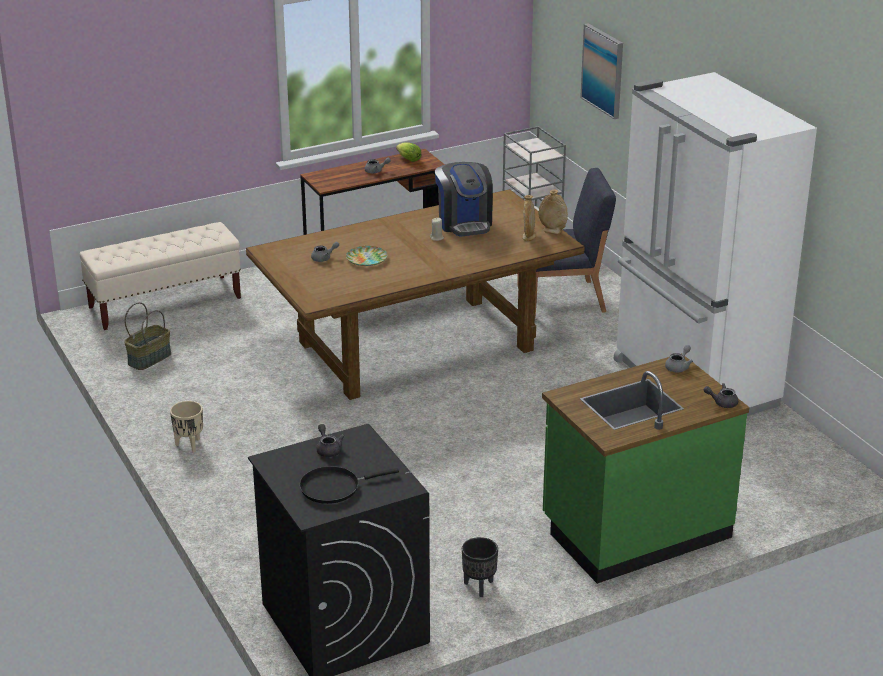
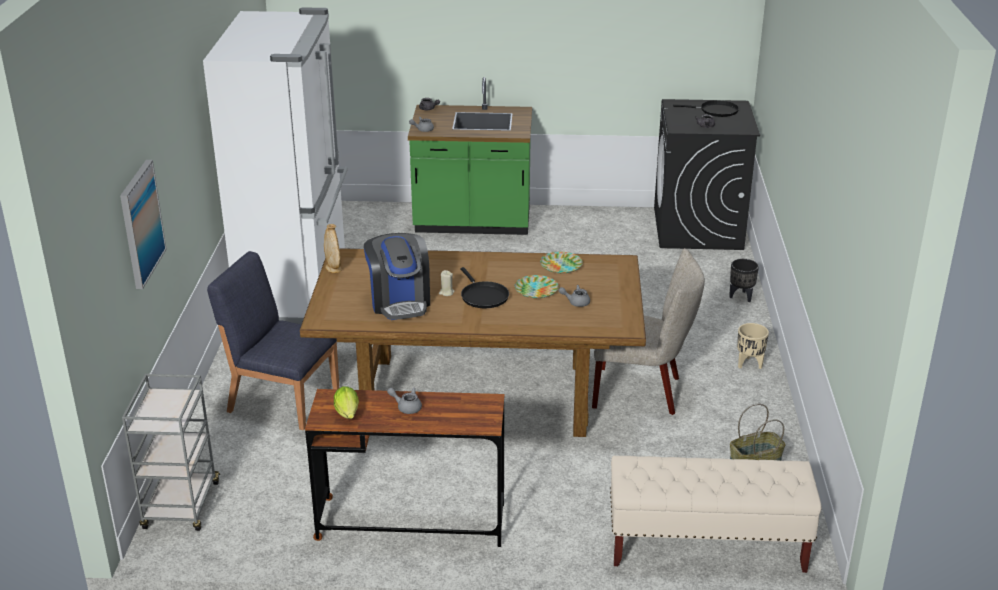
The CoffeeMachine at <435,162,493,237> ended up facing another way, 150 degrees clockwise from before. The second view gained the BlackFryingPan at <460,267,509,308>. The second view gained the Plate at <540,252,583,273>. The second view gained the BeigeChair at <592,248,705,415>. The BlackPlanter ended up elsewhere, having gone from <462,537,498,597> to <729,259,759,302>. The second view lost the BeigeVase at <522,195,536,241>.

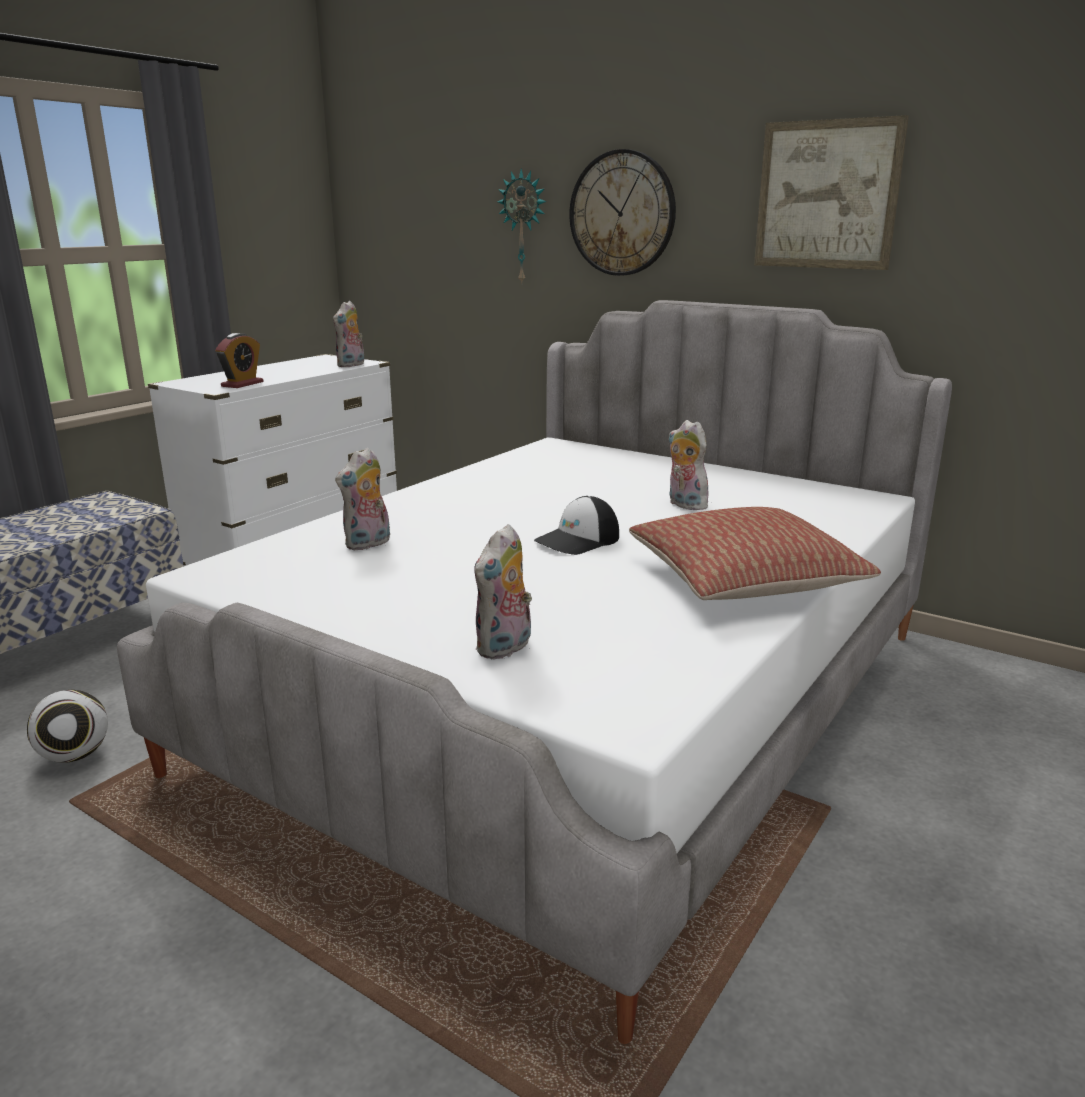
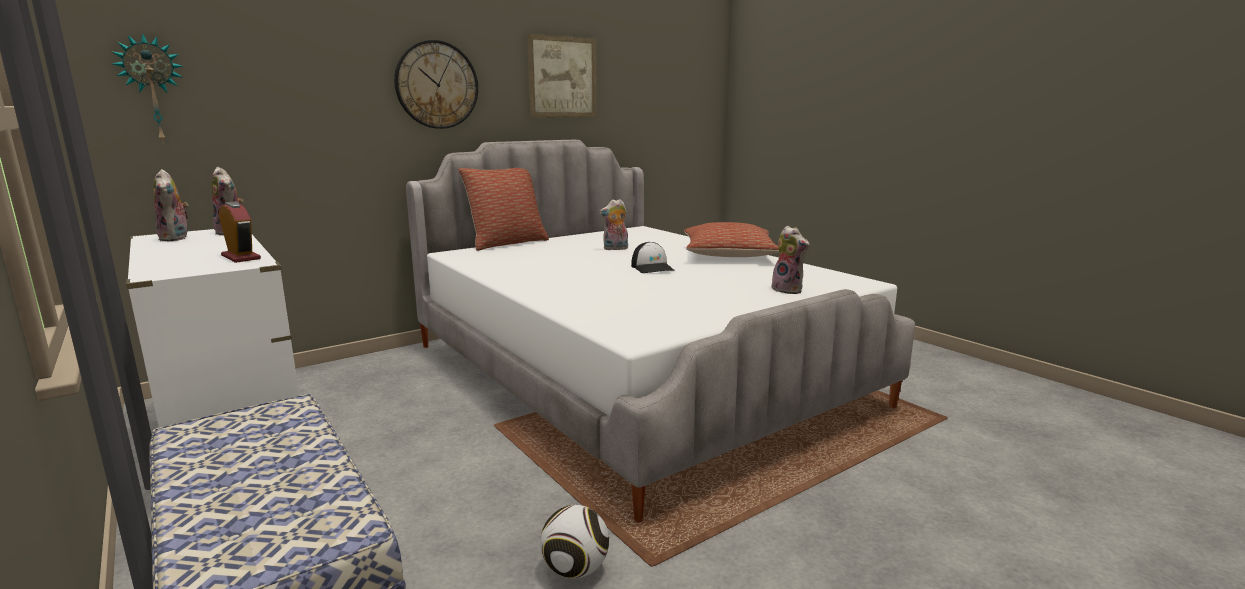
The WallClock ended up elsewhere, having gone from <497,168,547,285> to <111,33,183,144>. The PlushToy ended up elsewhere, having gone from <335,447,390,551> to <153,169,189,241>. The second view gained the Pillow at <458,168,549,251>.

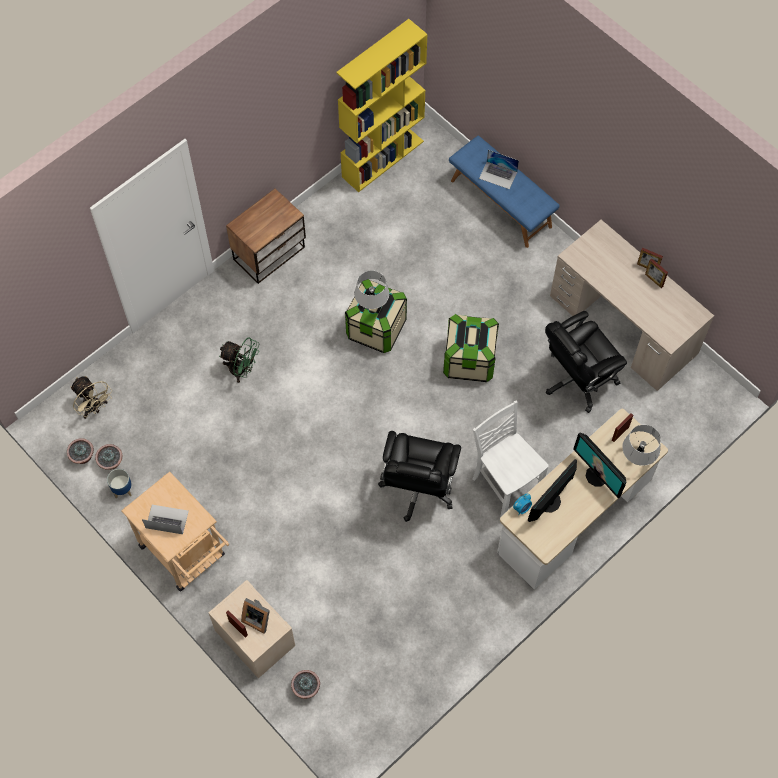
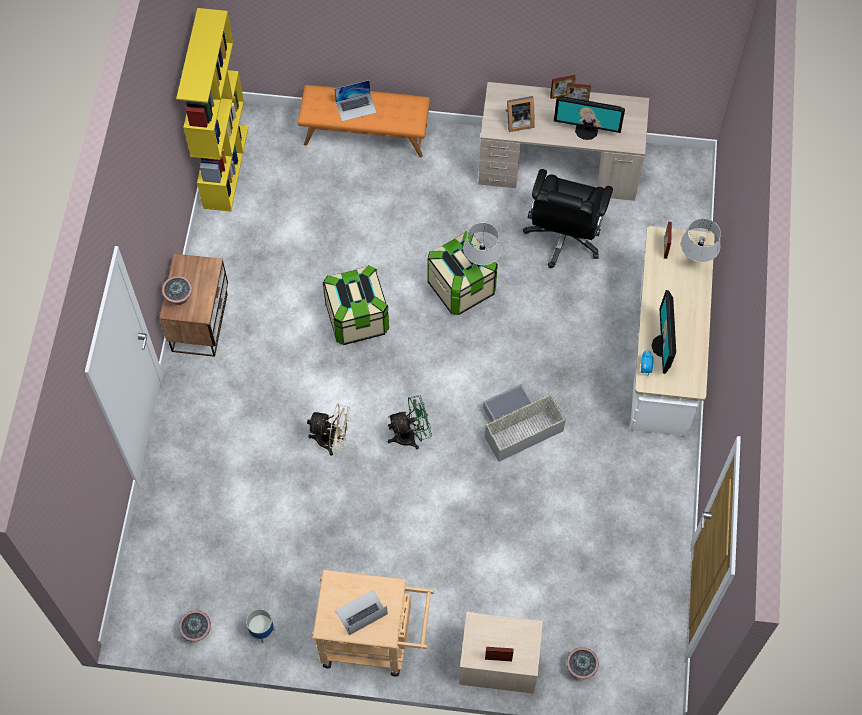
The PottedPlant ended up elsewhere, having gone from <95,444,122,470> to <162,276,192,305>. What was the BlueBench at <449,136,560,248> turned into the OrangeBench at <298,85,430,158>. The BeigeFan ended up elsewhere, having gone from <70,376,112,419> to <307,403,350,455>. The GreenFan ended up elsewhere, having gone from <219,337,259,383> to <388,395,432,449>. The GreyTableLamp ended up elsewhere, having gone from <354,270,389,309> to <463,222,502,265>. Where the BlackOfficeChair stood at <378,431,461,522>, the GreyStorageBox came to stand at <483,384,566,462>. The PictureFrame ended up elsewhere, having gone from <241,598,270,634> to <505,96,535,132>. The Monitor ended up elsewhere, having gone from <573,432,627,499> to <554,97,625,140>. The second view lost the WhiteChair at <472,401,549,517>.

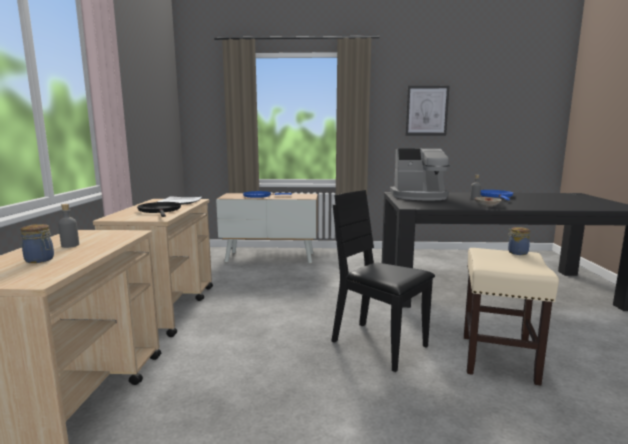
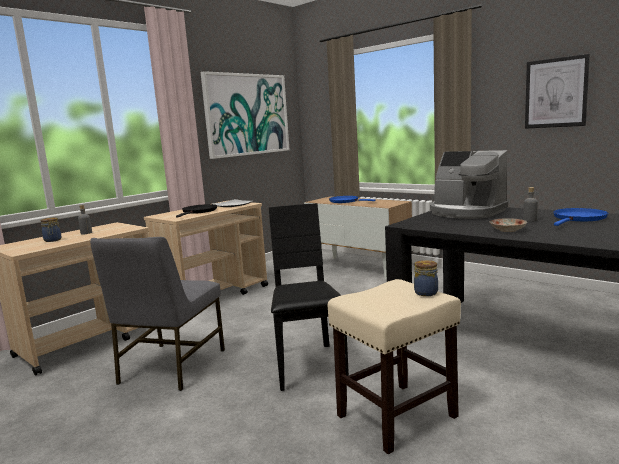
The second view gained the GreyChair at <90,237,225,391>. The second view gained the Picture at <201,71,290,159>.

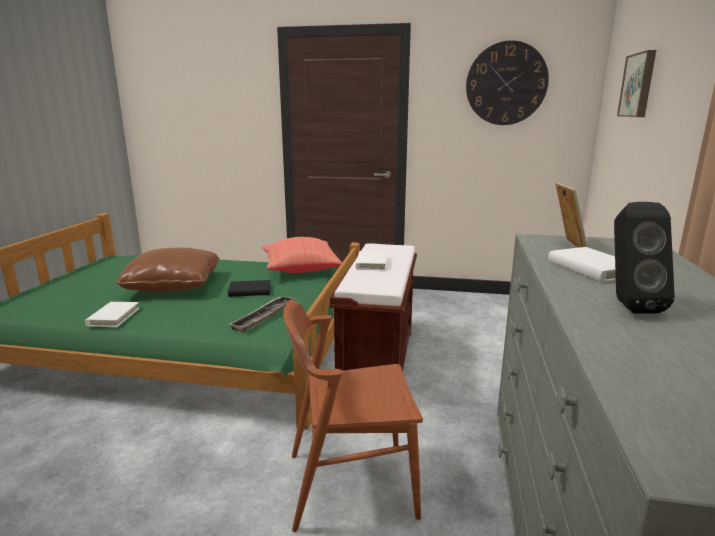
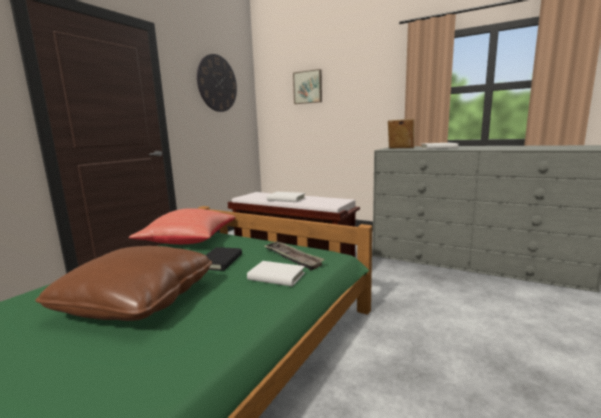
The WhiteBook ended up elsewhere, having gone from <85,302,140,327> to <247,261,305,287>. The second view lost the BrownChair at <283,300,423,532>. The second view lost the BlackSpeaker at <614,202,675,314>.

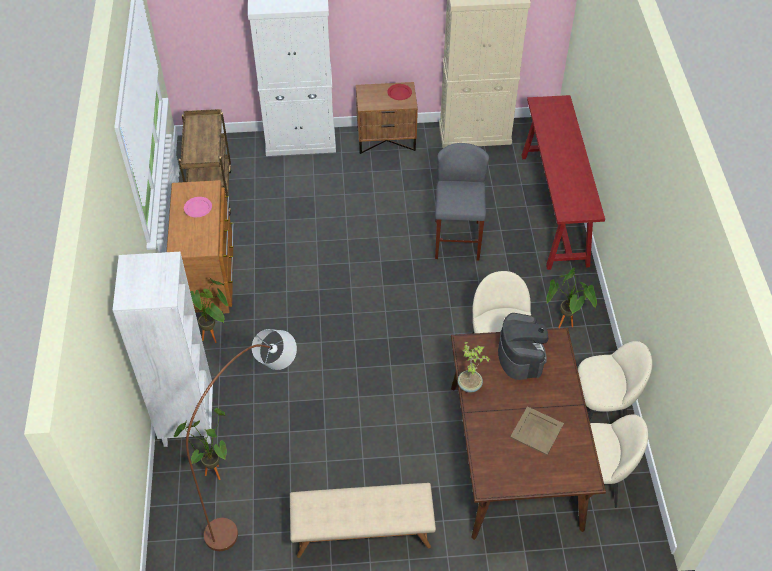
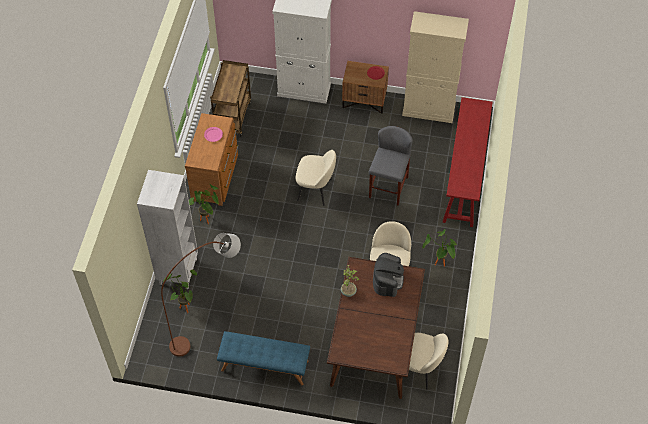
What was the BeigeBench at <290,483,436,558> turned into the BlueBench at <217,331,310,385>. The BeigeChair ended up elsewhere, having gone from <578,341,653,421> to <296,150,336,206>. The second view lost the BeigeTray at <510,406,564,455>.

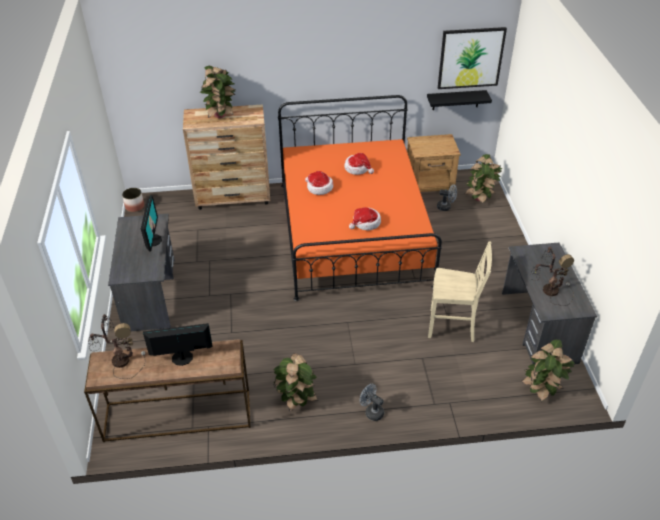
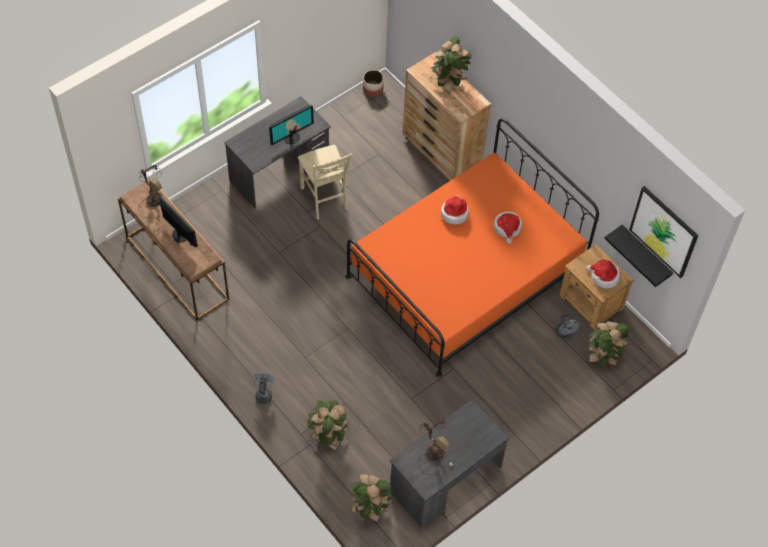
The BeigeChair ended up elsewhere, having gone from <428,241,492,342> to <298,145,352,219>. The PottedPlant ended up elsewhere, having gone from <273,353,319,412> to <307,400,349,451>. The Hat ended up elsewhere, having gone from <349,207,381,230> to <586,259,621,288>.

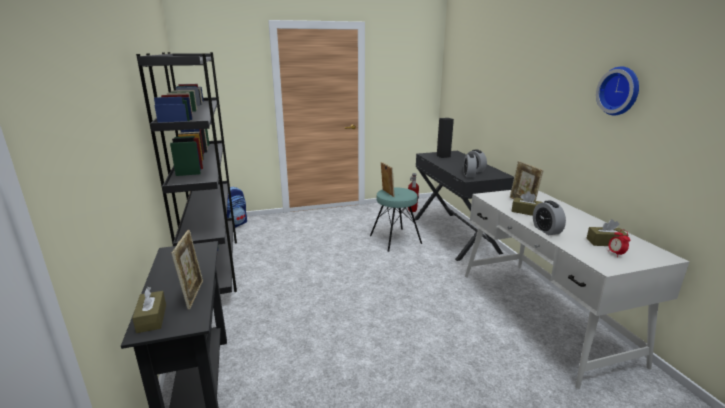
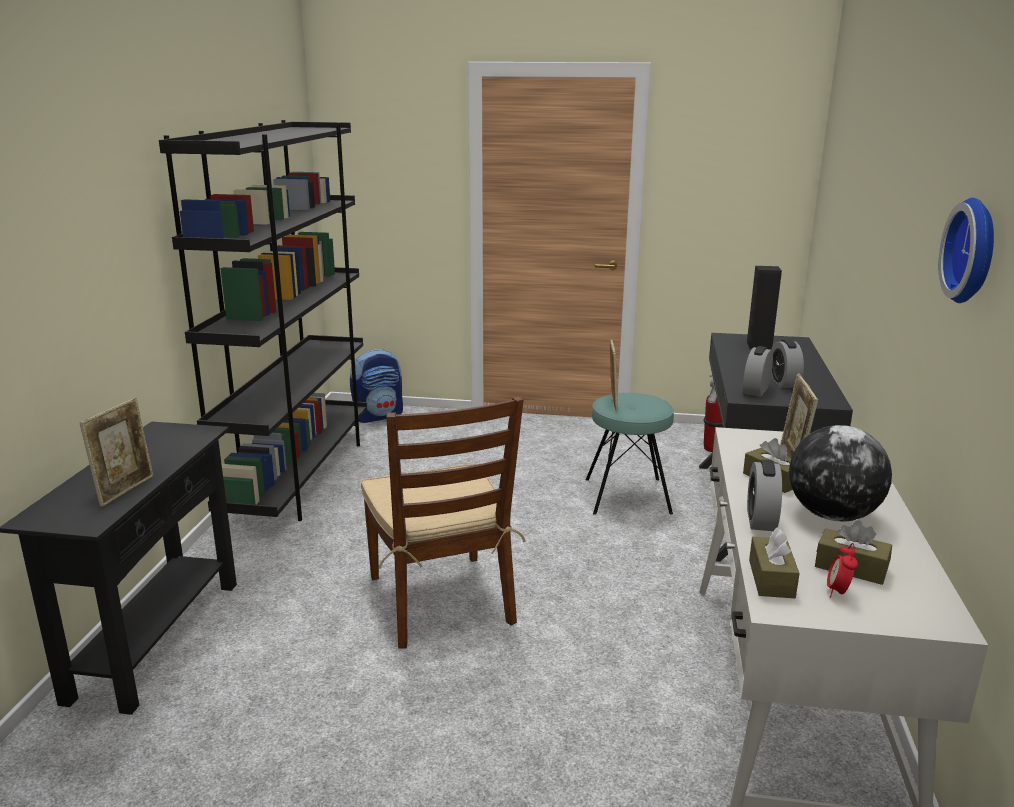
The second view gained the BrownChair at <361,396,526,648>. The BrownTissueBox ended up elsewhere, having gone from <132,287,166,333> to <749,527,800,598>. The second view gained the Globe at <789,425,892,521>.

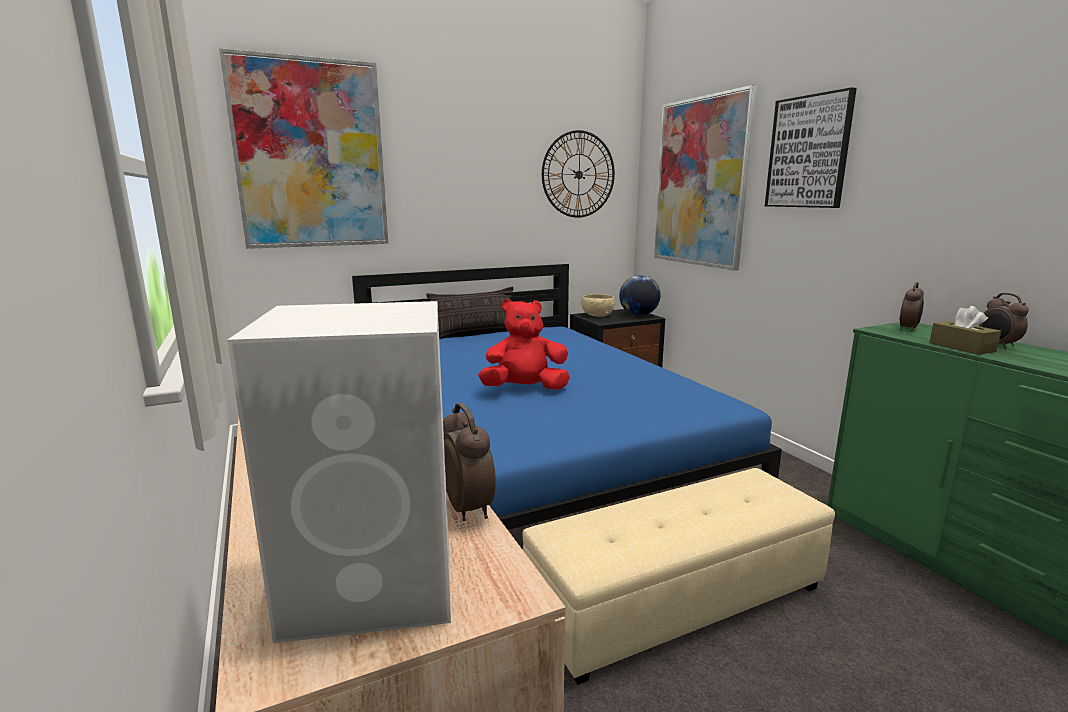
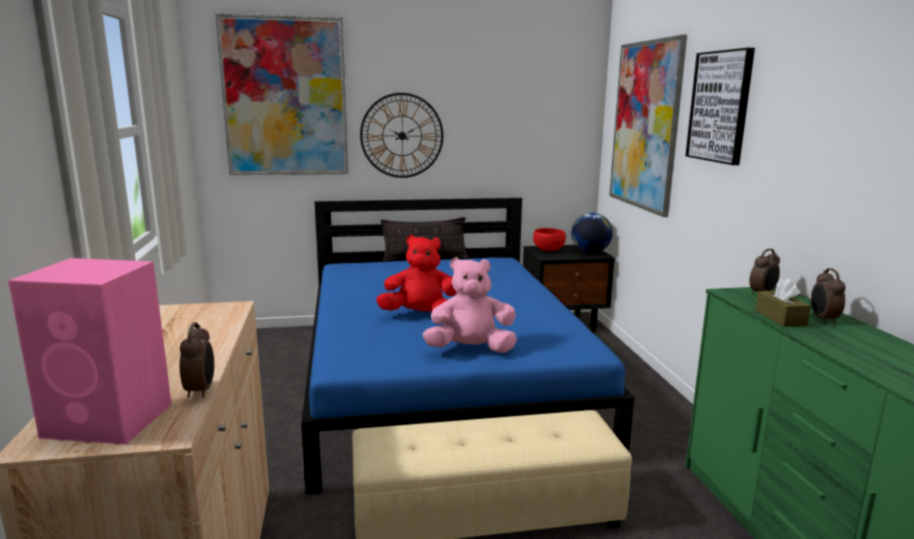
What was the WhiteSpeaker at <227,301,451,643> turned into the PinkSpeaker at <8,258,172,445>. The WallClock ended up elsewhere, having gone from <542,130,615,218> to <360,93,443,178>. The second view gained the PinkPlushToy at <423,257,517,353>. What was the BeigeBowl at <582,294,615,317> turned into the RedBowl at <533,228,566,251>.

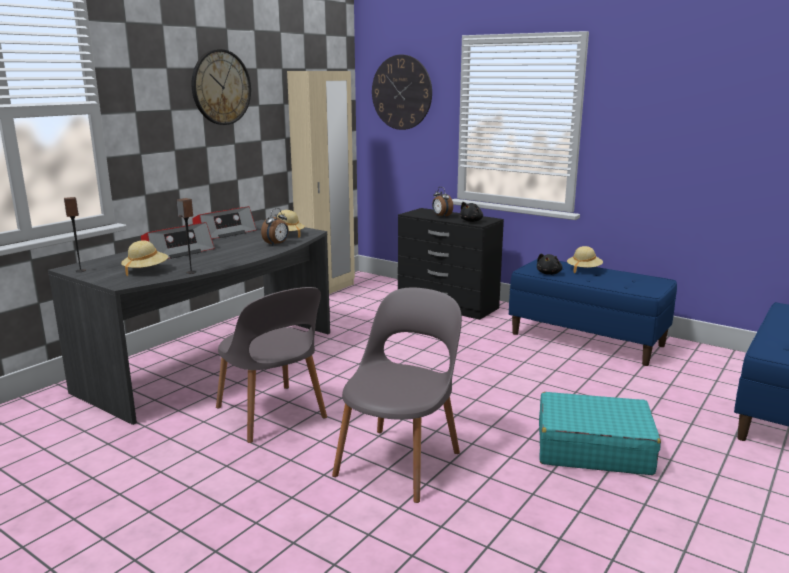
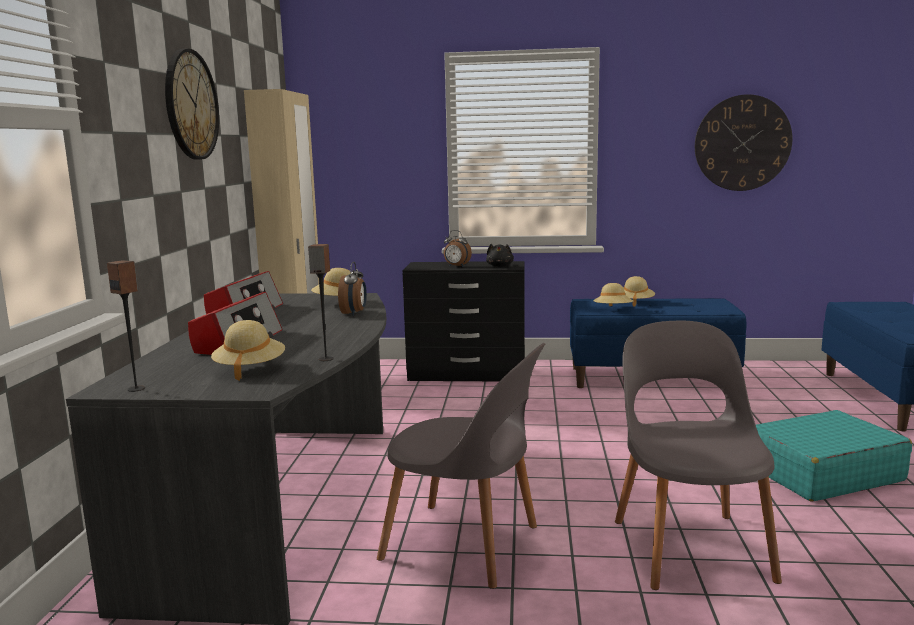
Where the BlackPlushToy stood at <537,253,562,275>, the BeigeHat came to stand at <593,283,633,306>. The WallClock ended up elsewhere, having gone from <372,55,432,130> to <695,94,793,191>.

